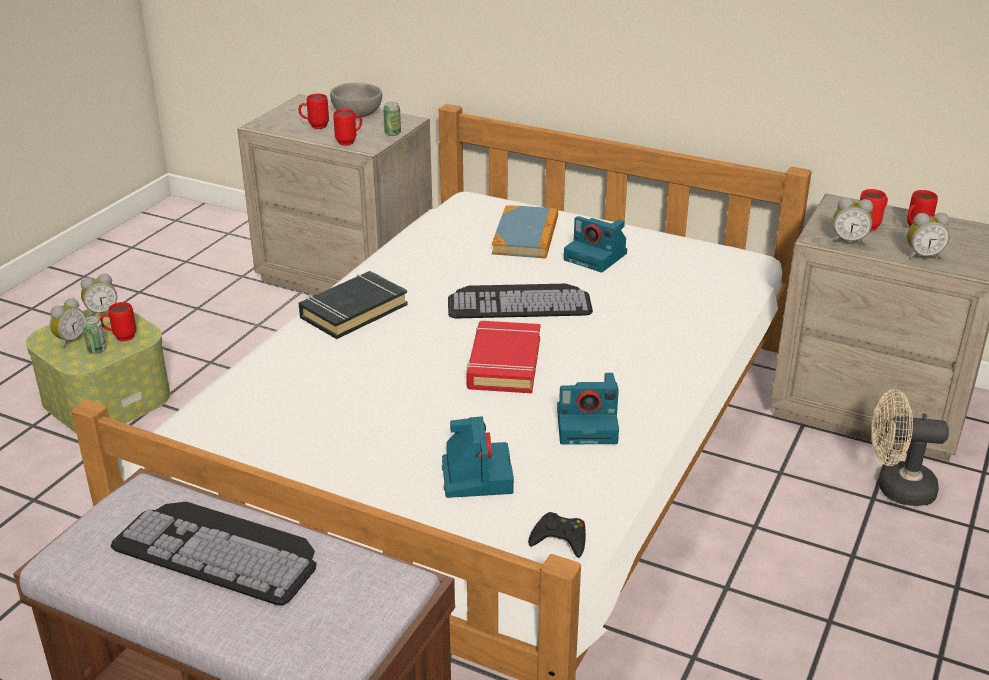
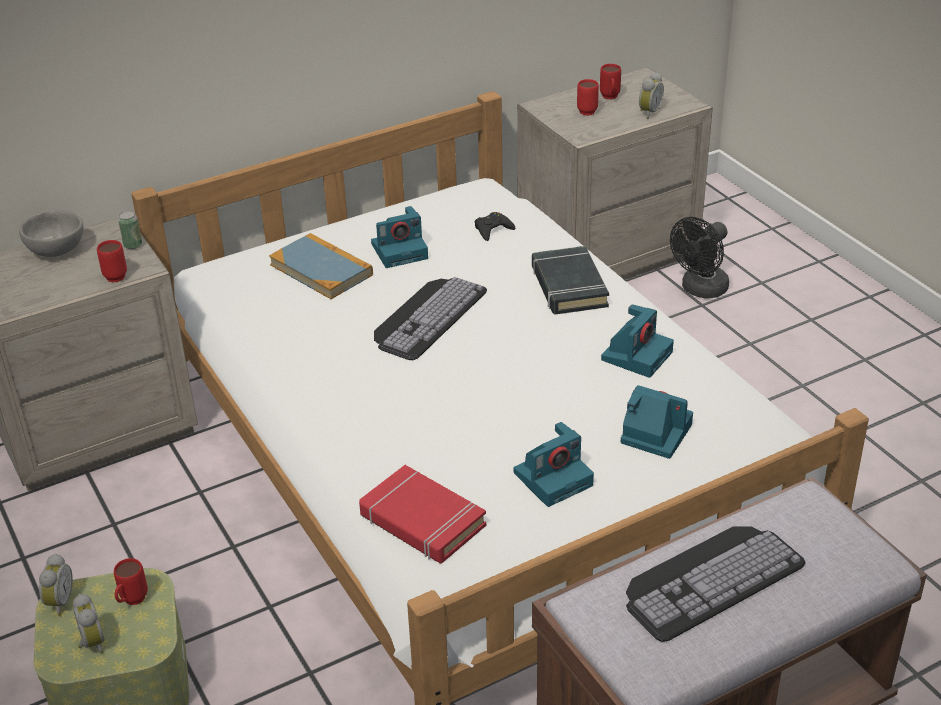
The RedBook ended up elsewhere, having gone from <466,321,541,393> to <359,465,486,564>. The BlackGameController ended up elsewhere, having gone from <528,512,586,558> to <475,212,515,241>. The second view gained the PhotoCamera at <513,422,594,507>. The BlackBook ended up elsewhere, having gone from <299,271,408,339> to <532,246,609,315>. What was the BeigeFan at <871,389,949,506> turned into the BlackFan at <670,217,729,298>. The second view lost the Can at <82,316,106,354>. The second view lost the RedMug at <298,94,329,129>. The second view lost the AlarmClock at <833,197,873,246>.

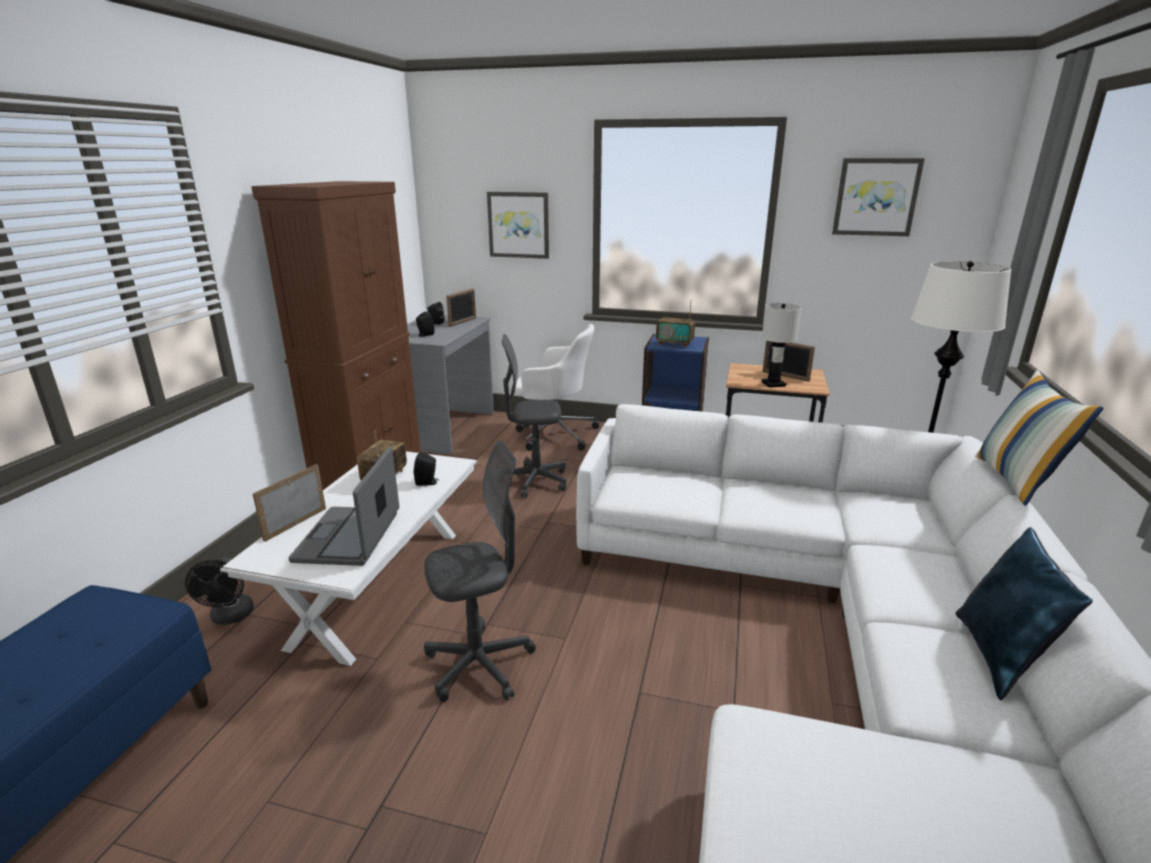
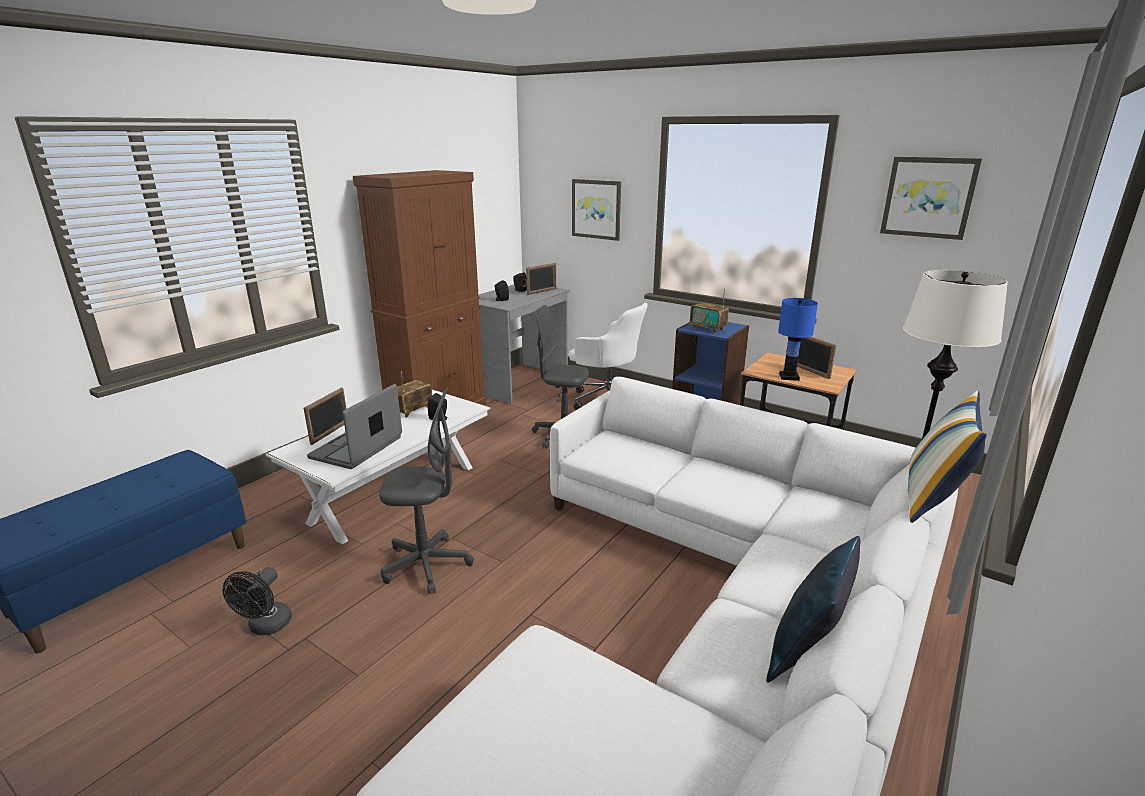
The BlackFan ended up elsewhere, having gone from <185,557,254,625> to <222,567,292,635>. The PictureFrame at <253,464,326,542> ended up facing another way, 150 degrees clockwise from before. What was the WhiteTableLamp at <762,303,802,388> turned into the BlueTableLamp at <778,298,818,381>.

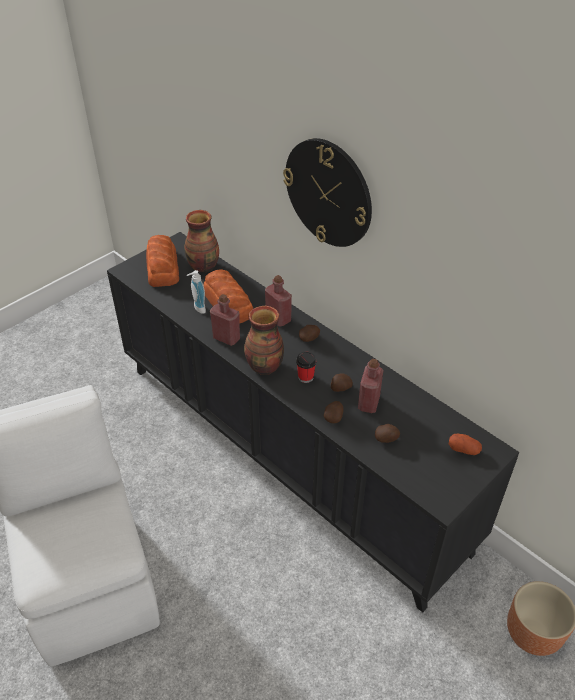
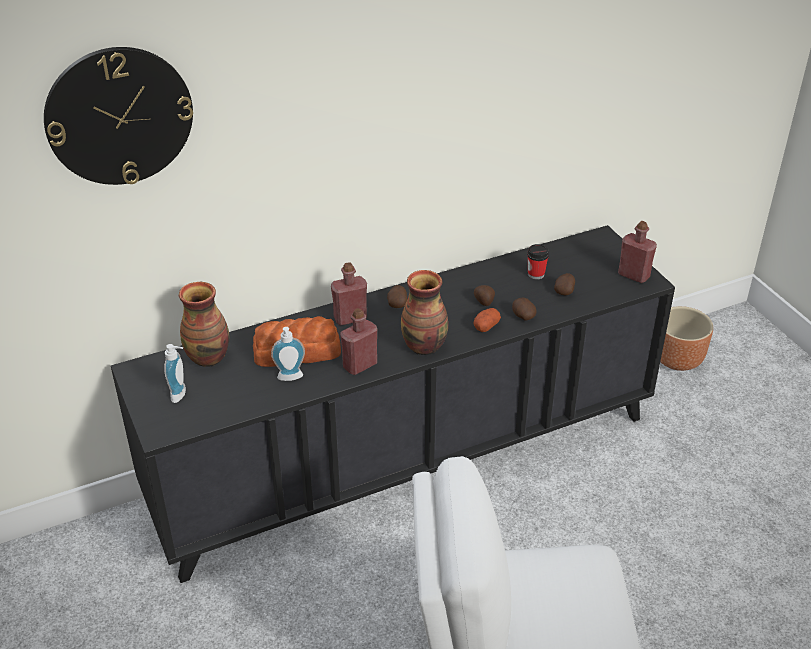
The WallClock ended up elsewhere, having gone from <283,138,372,247> to <44,47,193,185>. Where the Bread stood at <146,235,179,287>, the SoapDispenser came to stand at <164,344,186,403>. The Potato ended up elsewhere, having gone from <449,434,482,455> to <474,308,501,332>. The Cup ended up elsewhere, having gone from <296,351,316,383> to <527,244,549,280>. The RedBottle ended up elsewhere, having gone from <358,359,383,413> to <618,221,657,283>.

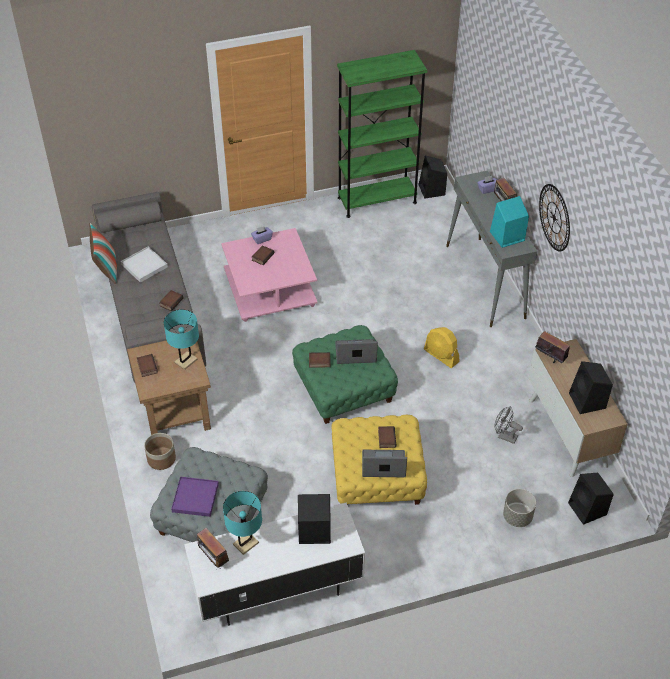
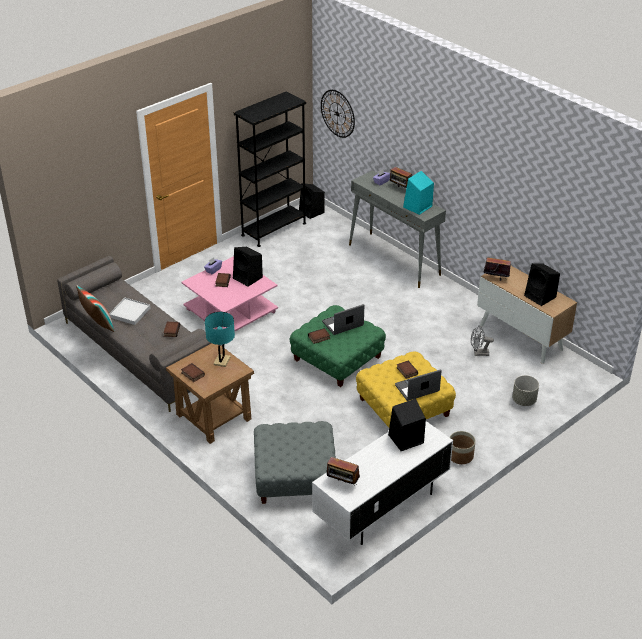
The BlackSpeaker ended up elsewhere, having gone from <568,473,614,525> to <233,247,263,287>. What was the GreenBookcase at <337,50,427,218> turned into the BlackBookcase at <234,91,306,247>. The WallClock ended up elsewhere, having gone from <539,184,570,252> to <321,90,355,138>. The Planter ended up elsewhere, having gone from <144,433,176,470> to <450,431,475,464>. The second view lost the PurpleTray at <171,477,219,517>. The second view lost the TurquoiseTableLamp at <223,491,262,555>. The second view lost the YellowFan at <424,327,460,368>.

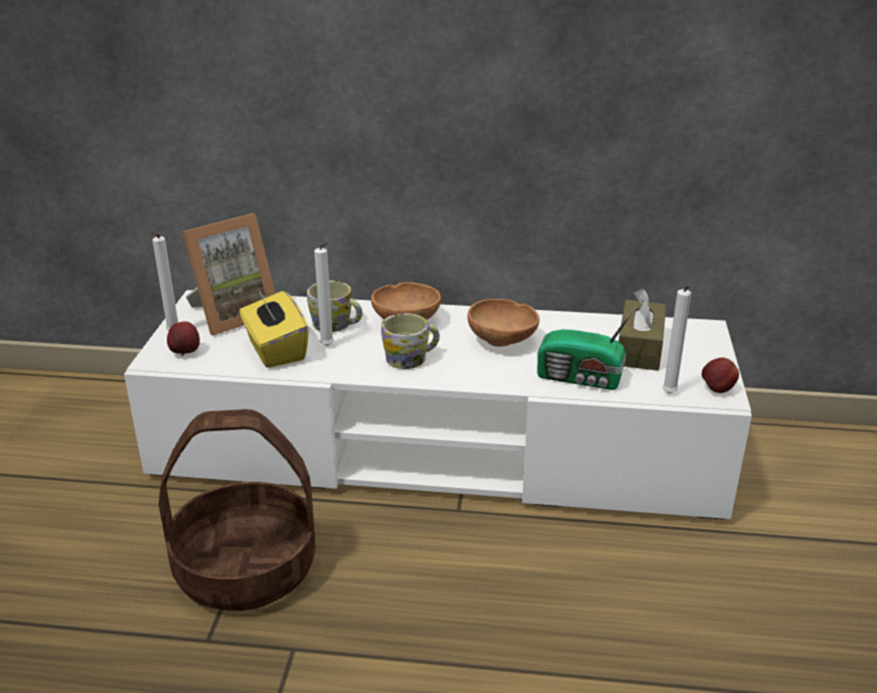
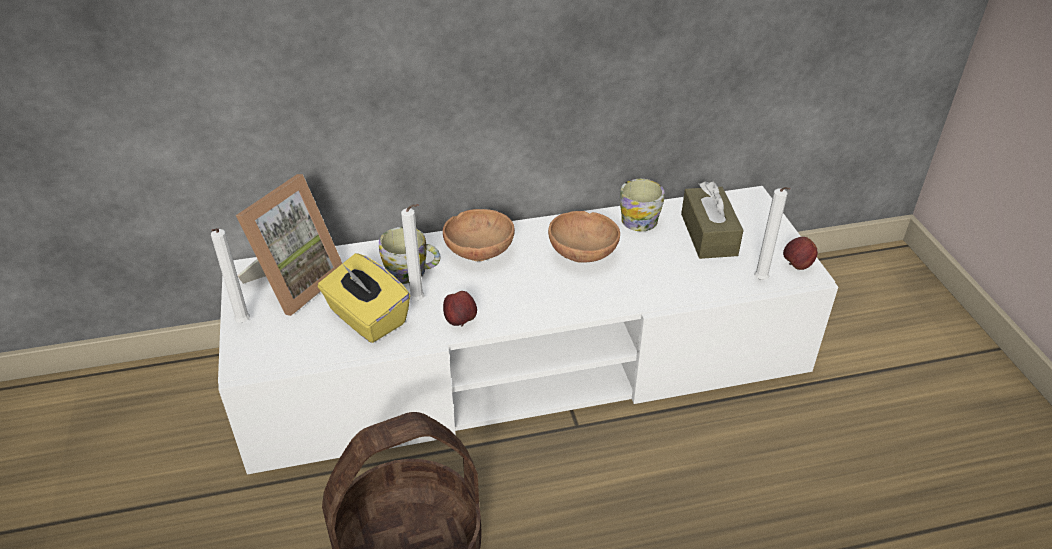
The Apple ended up elsewhere, having gone from <167,321,200,356> to <443,291,477,327>. The Mug ended up elsewhere, having gone from <381,313,440,369> to <620,179,664,231>. The second view lost the Radio at <537,305,637,390>.

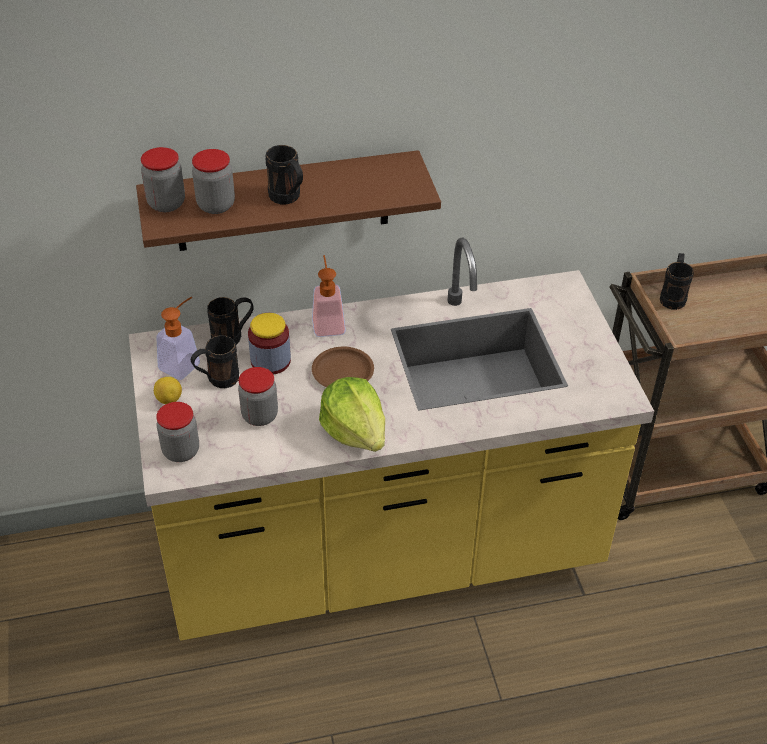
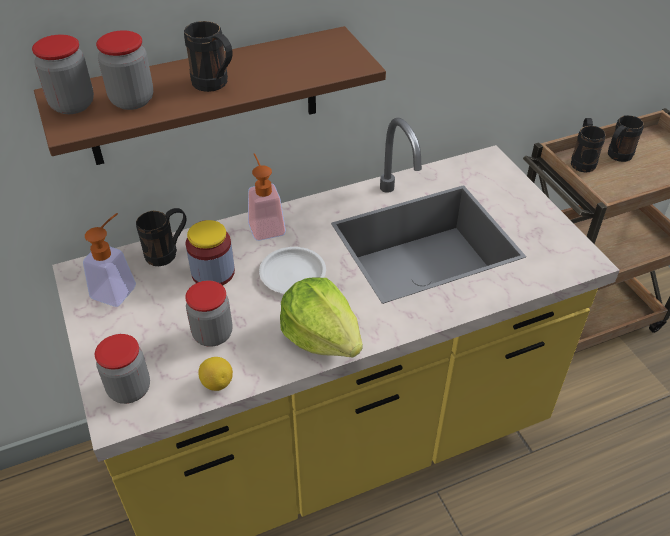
The Lemon ended up elsewhere, having gone from <154,377,182,404> to <198,357,233,391>. What was the BrownPlate at <312,347,374,387> turned into the WhitePlate at <259,247,326,294>. The BlackMug ended up elsewhere, having gone from <191,335,239,388> to <608,115,644,162>.

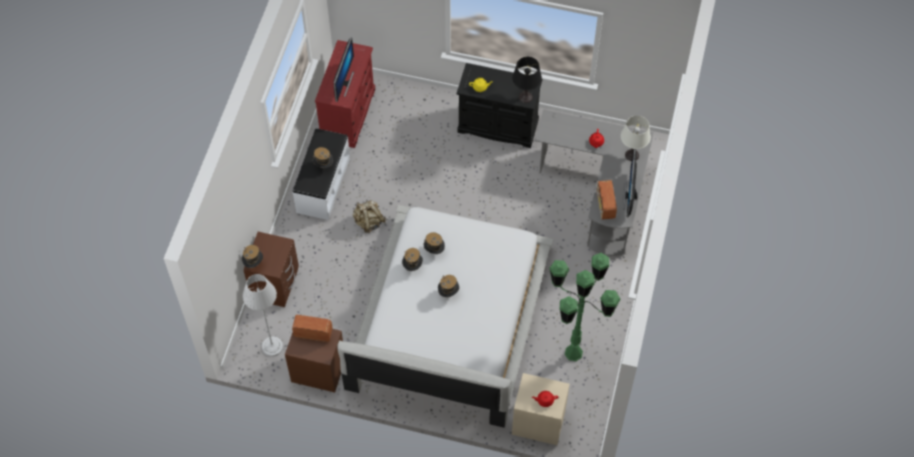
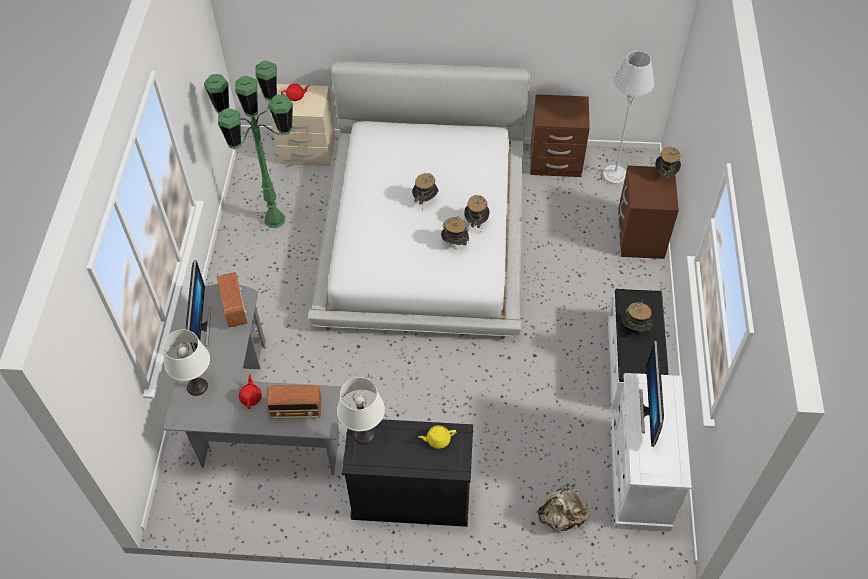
The Radio ended up elsewhere, having gone from <292,315,332,342> to <266,385,322,419>. What was the BlackTableLamp at <512,57,542,103> turned into the WhiteTableLamp at <337,377,385,445>. The BeigeBackpack ended up elsewhere, having gone from <353,200,386,233> to <538,485,590,531>. What was the RedDresser at <315,40,375,148> turned into the WhiteDresser at <610,373,692,532>.

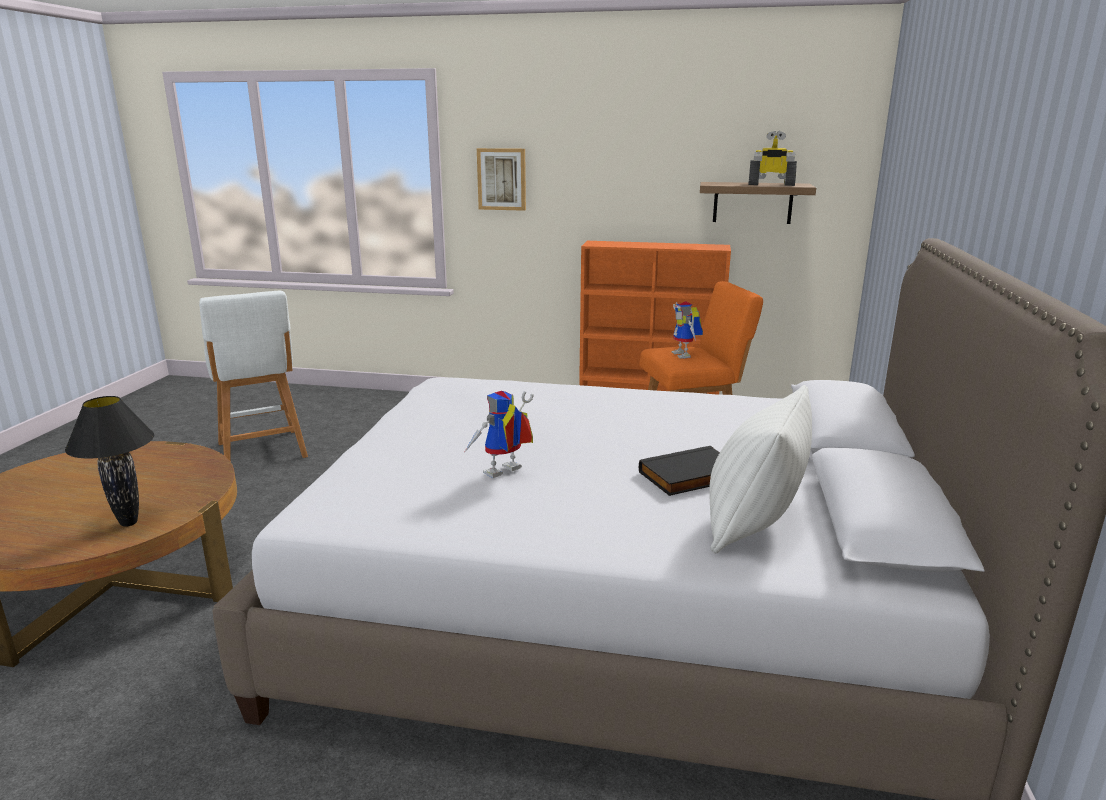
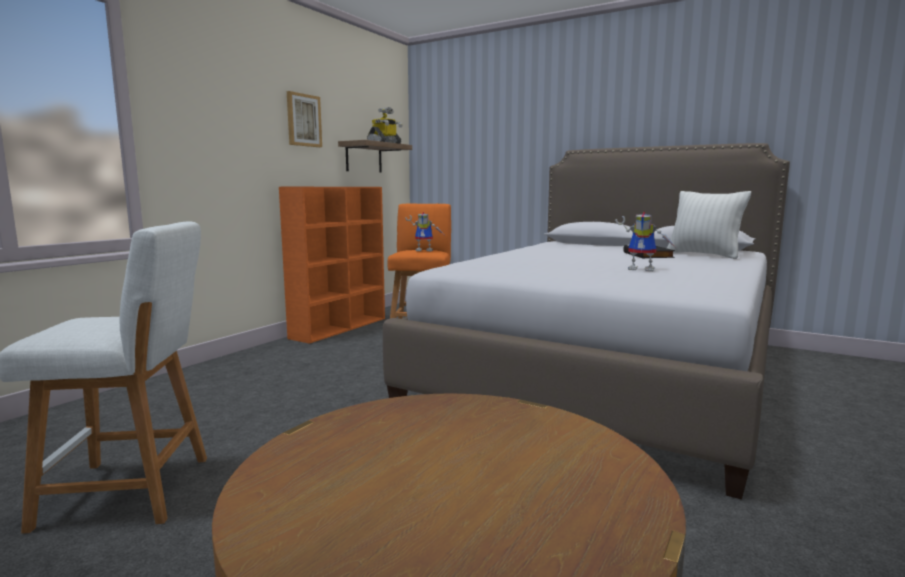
The Picture ended up elsewhere, having gone from <477,148,526,211> to <287,91,322,147>. The ToyRobot at <464,391,533,478> ended up facing another way, 45 degrees counterclockwise from before. The second view lost the BlackTableLamp at <65,396,154,527>.

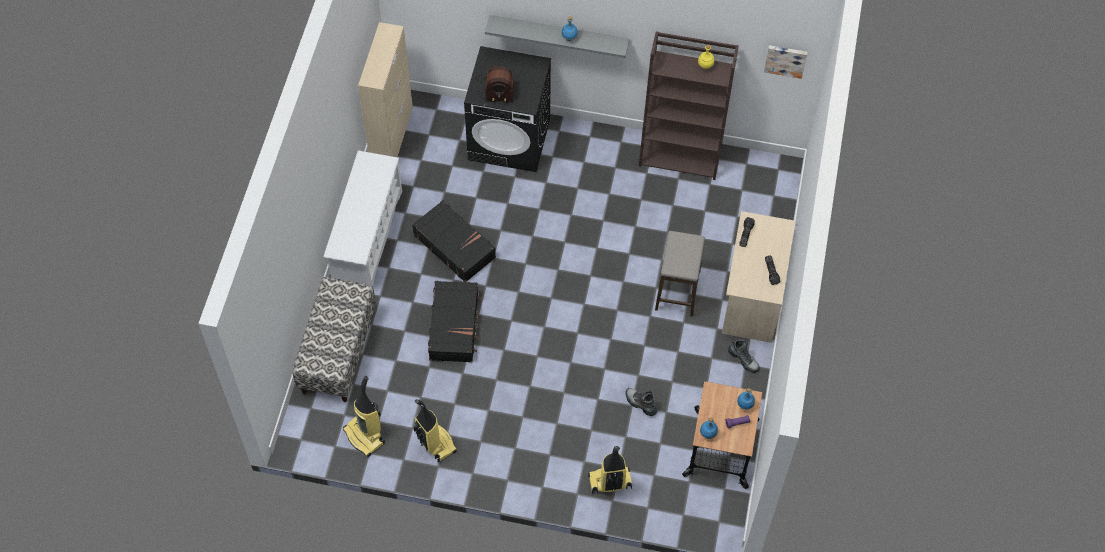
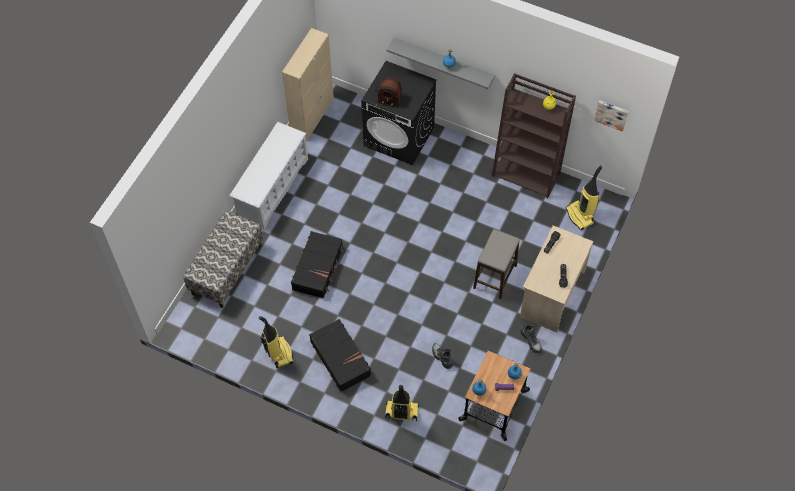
The BlackSuitcase ended up elsewhere, having gone from <412,200,496,282> to <309,319,371,392>. The VacuumCleaner ended up elsewhere, having gone from <343,376,385,457> to <566,165,602,230>.

